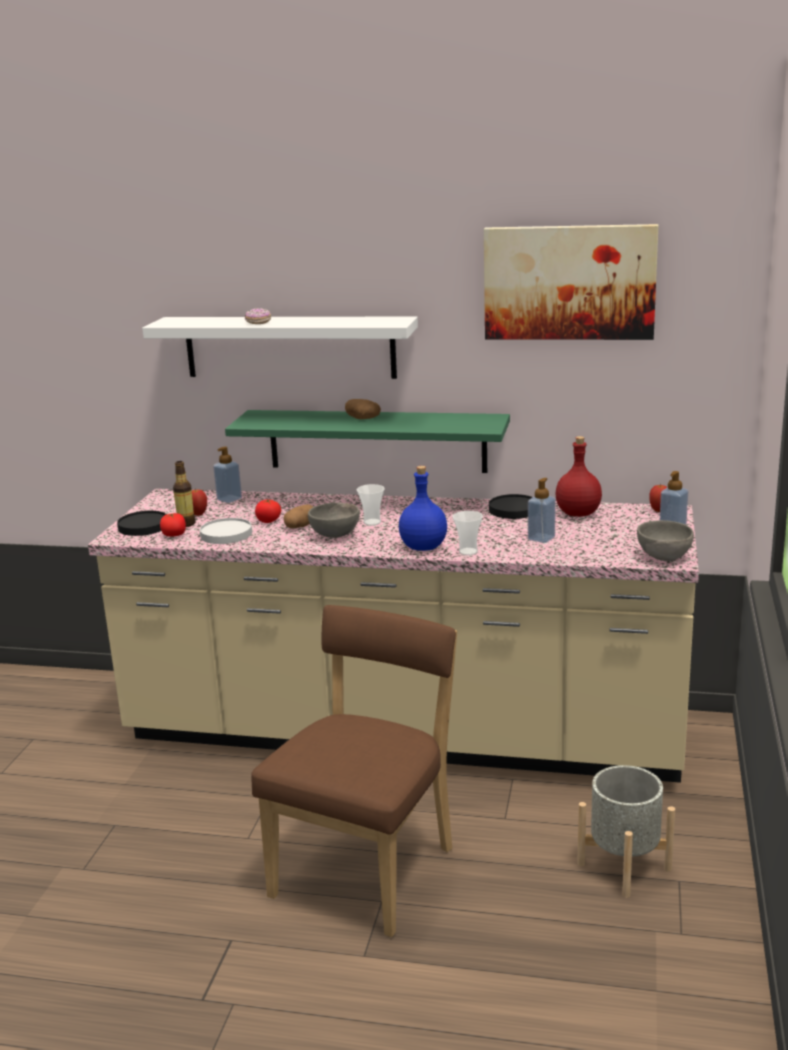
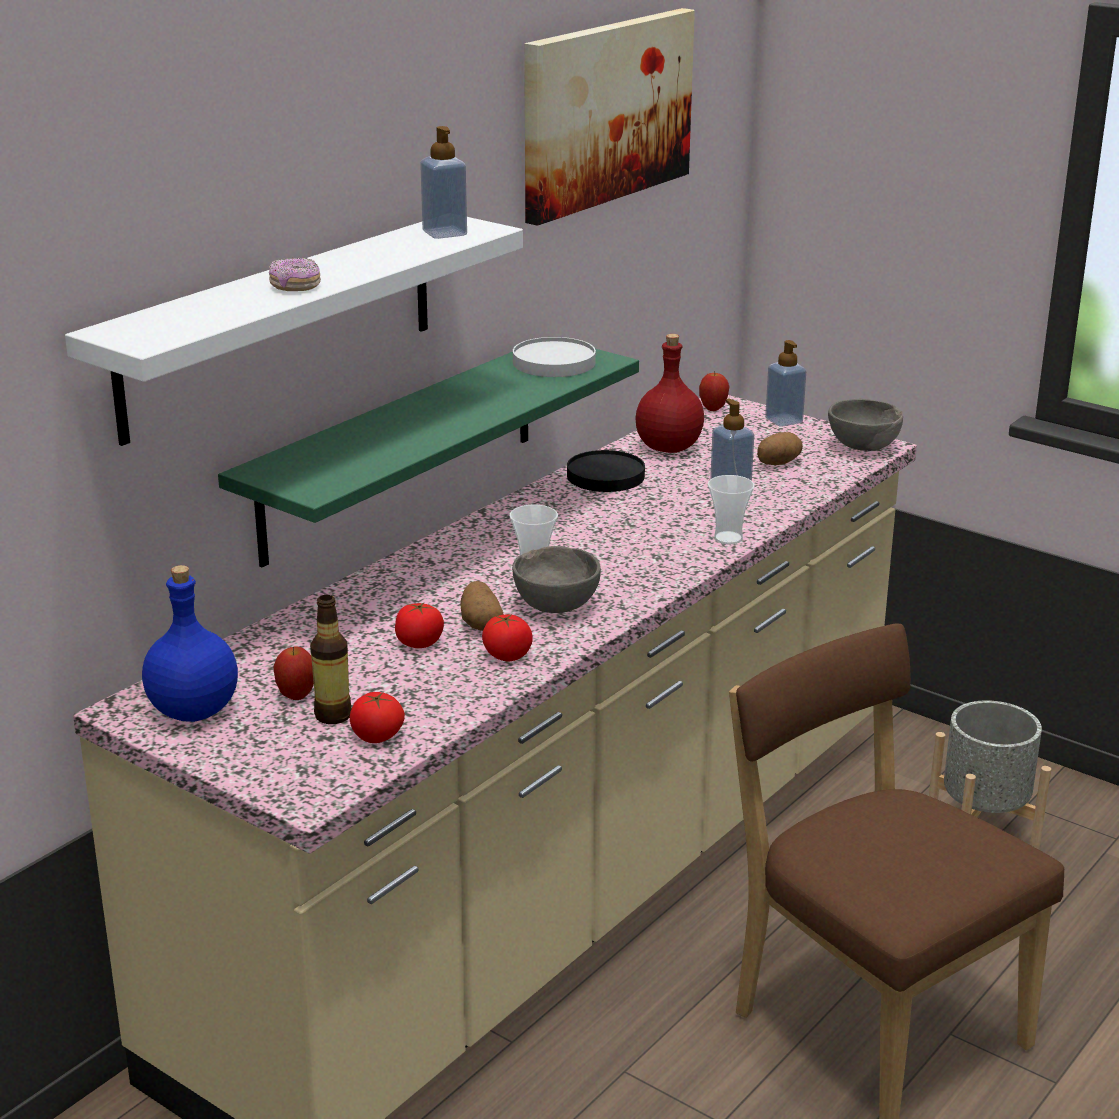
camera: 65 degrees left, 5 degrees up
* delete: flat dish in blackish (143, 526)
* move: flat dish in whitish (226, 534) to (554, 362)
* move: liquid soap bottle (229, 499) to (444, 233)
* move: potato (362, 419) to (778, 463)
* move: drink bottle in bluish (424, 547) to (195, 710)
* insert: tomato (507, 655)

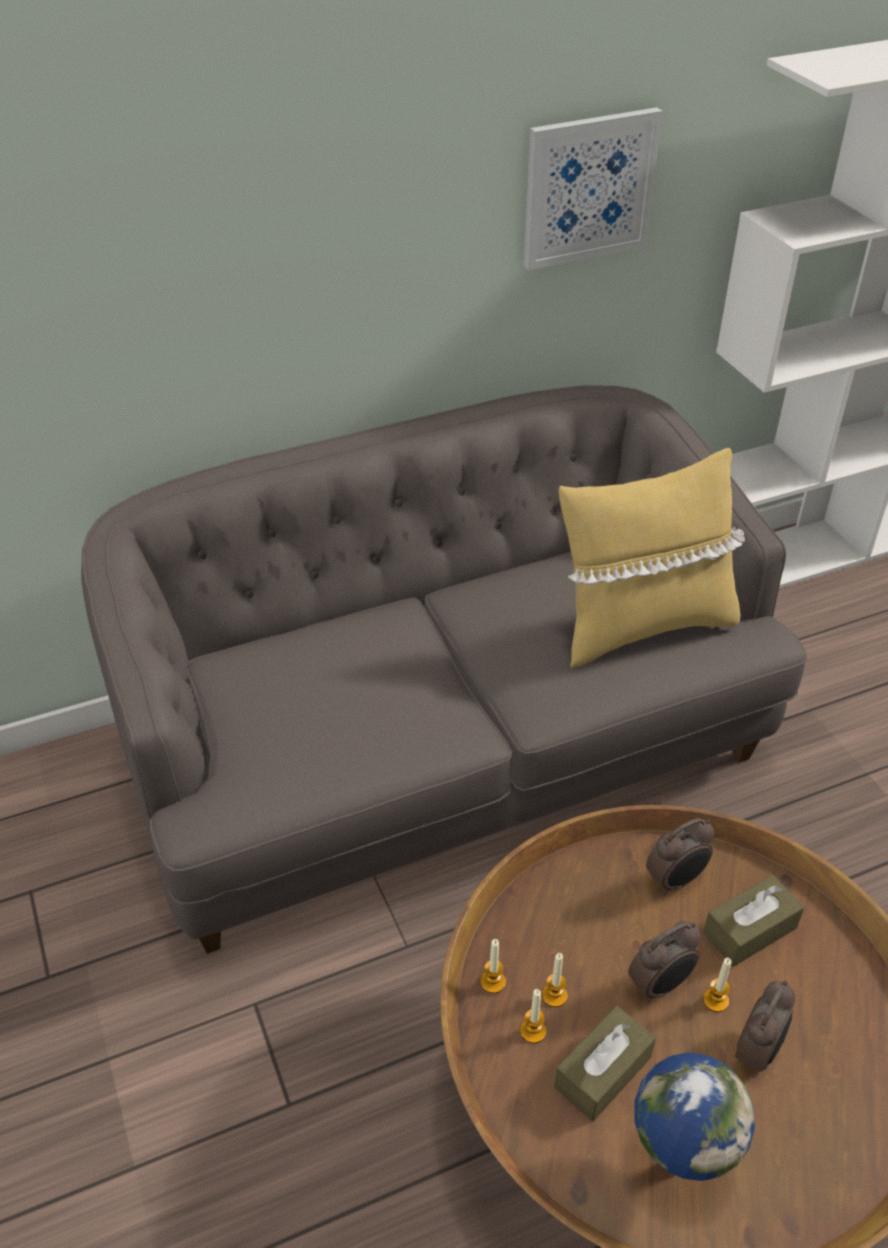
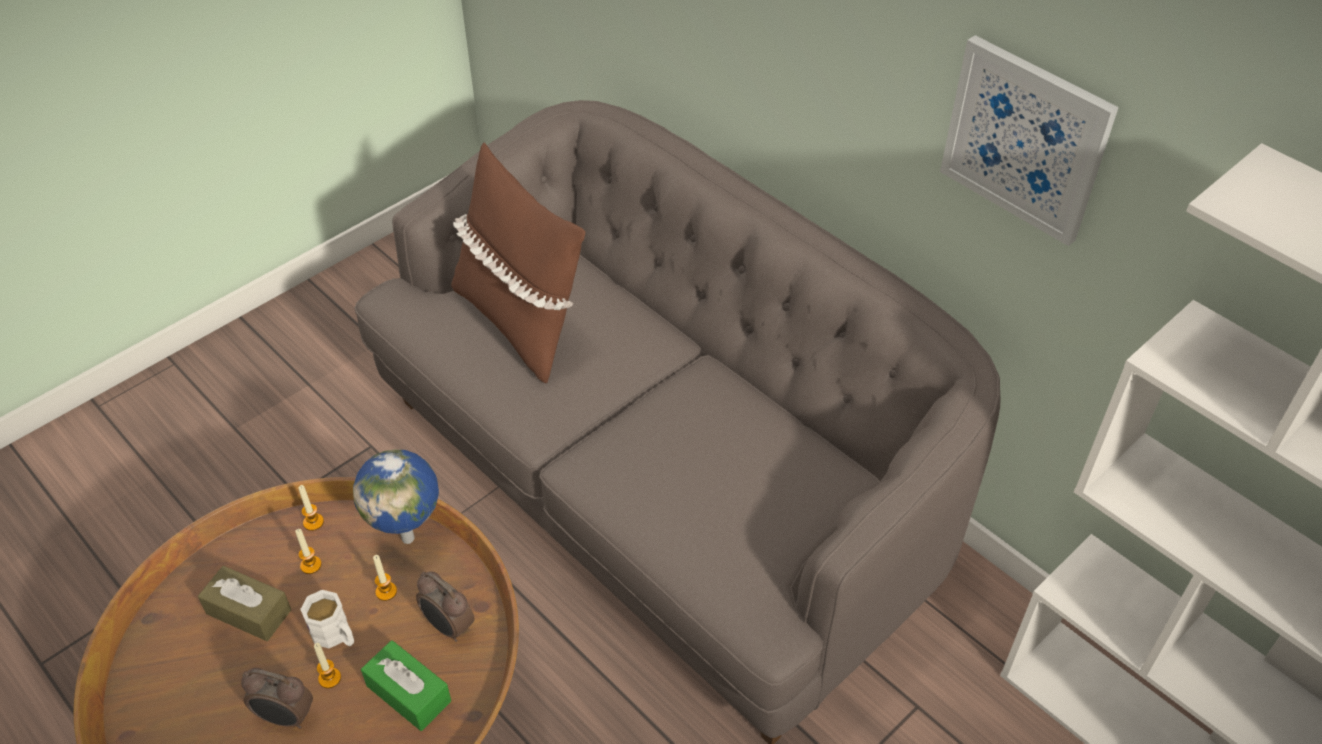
camera: 70 degrees right, 5 degrees up
* move: wax light (533, 1031) to (386, 591)
* delete: pillow in yellowish (642, 627)
* replace: bedside clock (660, 985) to coffee mug in whitish (336, 635)
* move: desk globe (677, 1161) to (409, 537)
* recolor: box of tissues in brownish (749, 930) to box of tissues in greenish (408, 693)
* insert: pillow in brownish (520, 322)

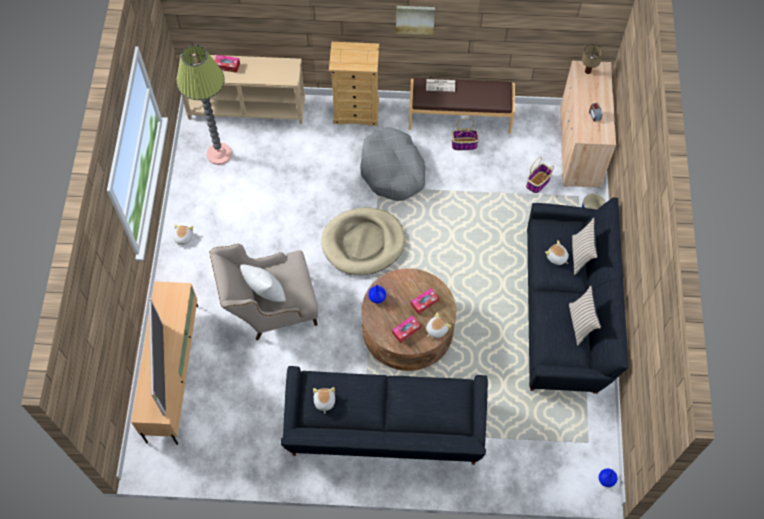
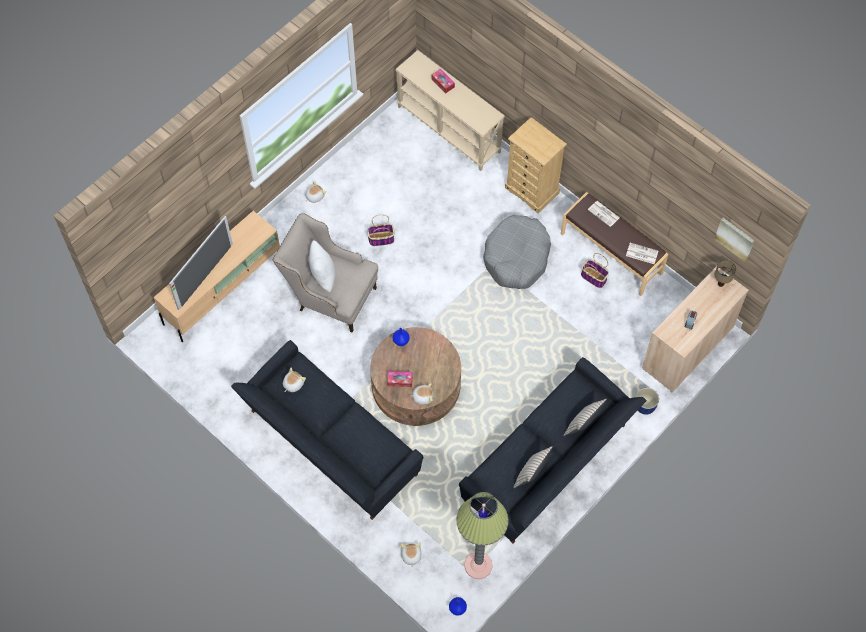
camera: 40 degrees right, 0 degrees up
* move: floor lamp (219, 154) to (478, 565)
* delete: dog bed in beige-coloured (363, 243)
* move: wall art (415, 19) to (735, 238)
* delete: box of tissues (424, 303)
* move: basket (538, 183) to (381, 239)
* move: plush toy (556, 257) to (411, 556)
* insert: newspaper (641, 253)

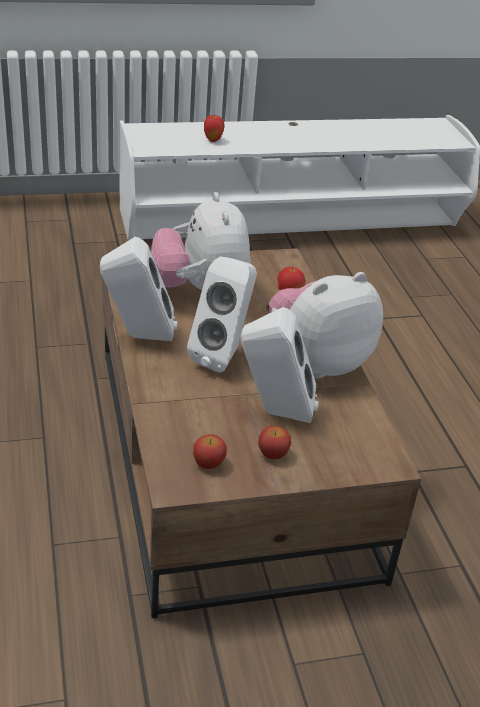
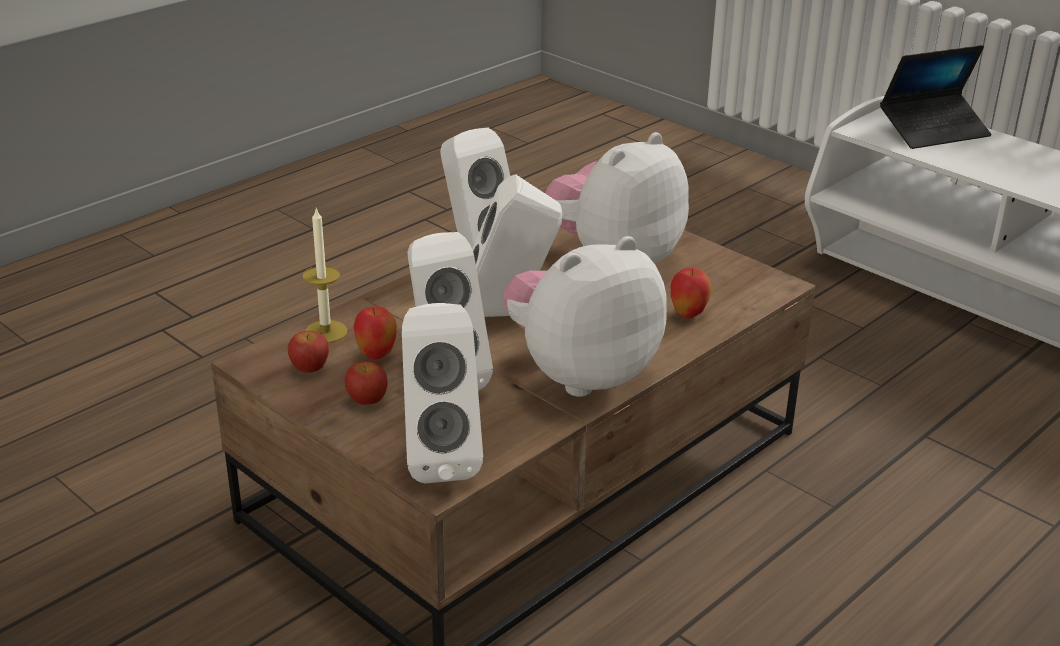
camera: 60 degrees right, 5 degrees down
* move: apple fruit (213, 140) to (376, 355)
* rotate: plush toy (317, 361) = (580, 374) 60 degrees counterclockwise
* insert: wax light (325, 332)
* insert: loudspeaker in whitish (440, 457)
* insert: notebook computer (933, 131)

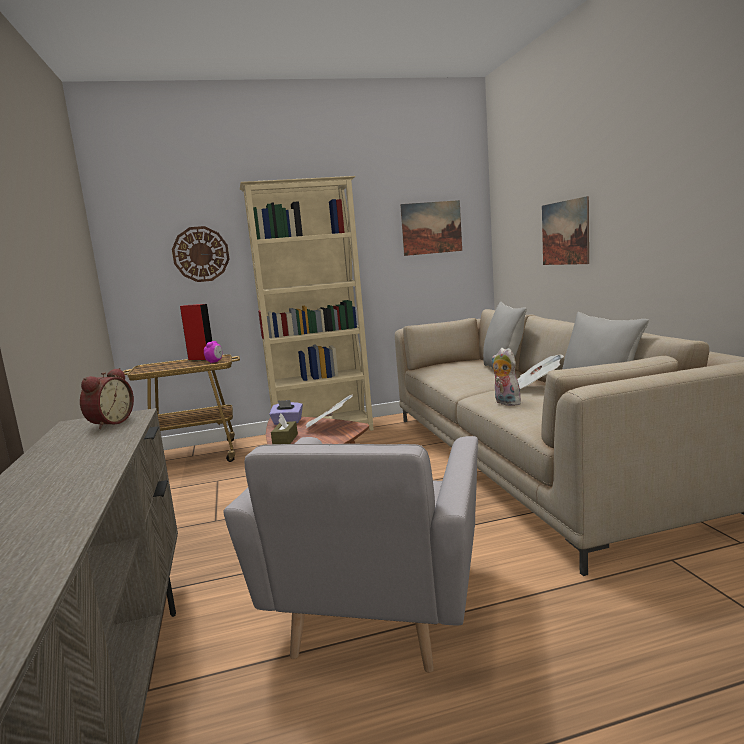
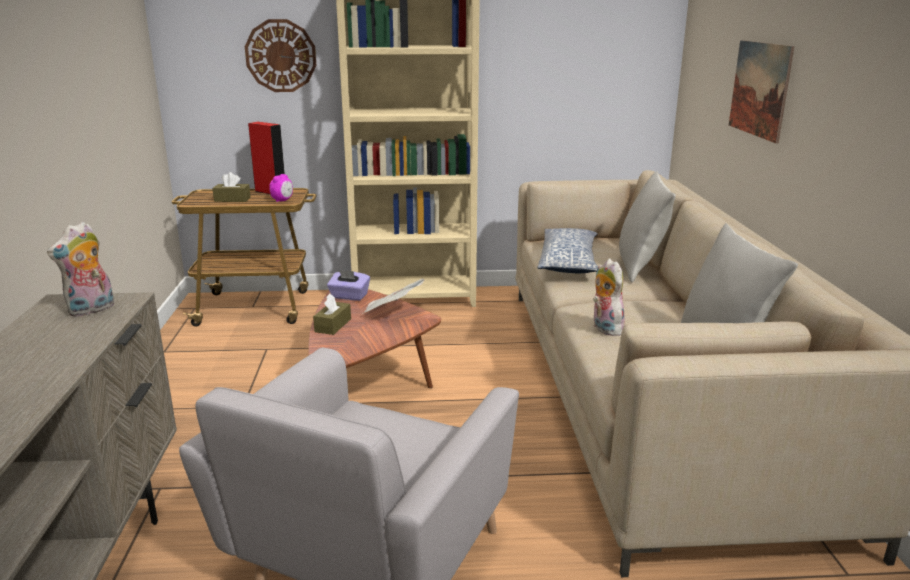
camera: 10 degrees right, 10 degrees up
* replace: bedside clock (109, 423) to plush toy (91, 310)
* delete: wall art (431, 228)
* delete: newspaper (533, 387)
* insert: box of tissues in brownish (232, 199)
* insert: pillow (569, 262)

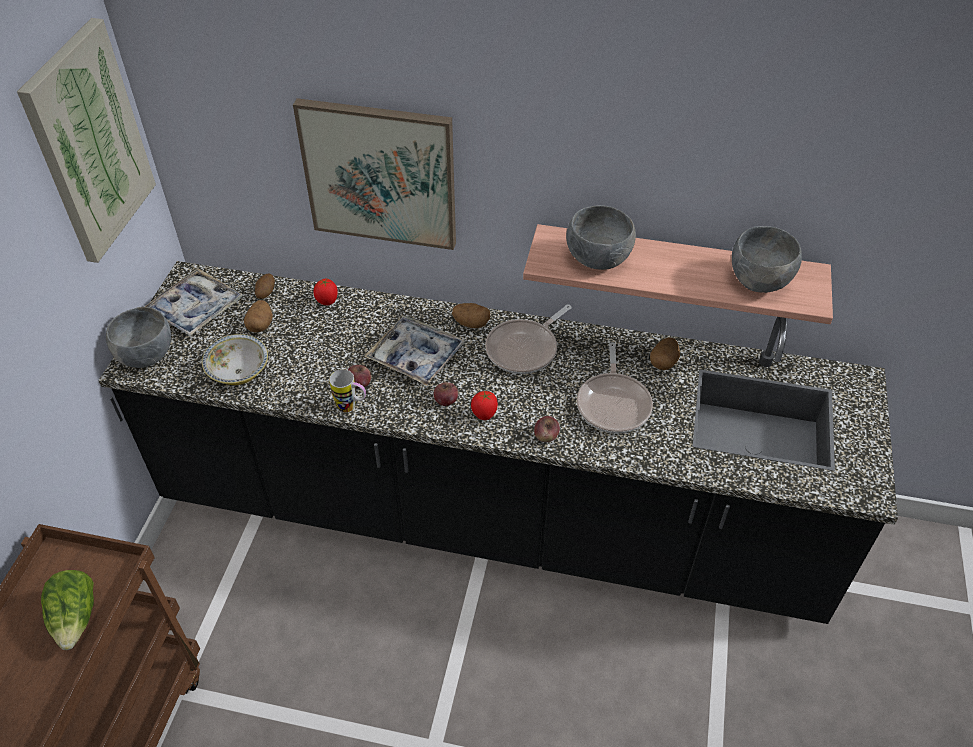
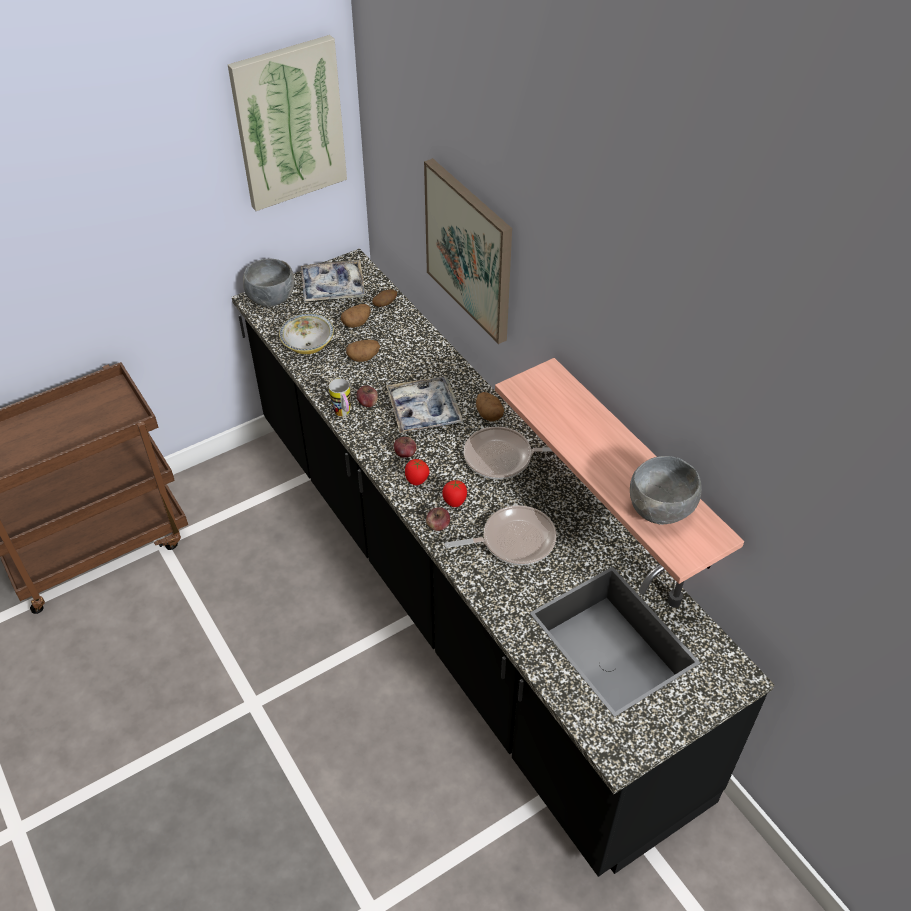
camera: 45 degrees right, 0 degrees up
* delete: head of lettuce (76, 618)
* move: tomato (327, 302) to (455, 502)
* delete: deep dish in gray (597, 259)
* rotate: frying pan (613, 404) = (513, 540) 150 degrees counterclockwise
* move: potato (663, 362) to (363, 357)

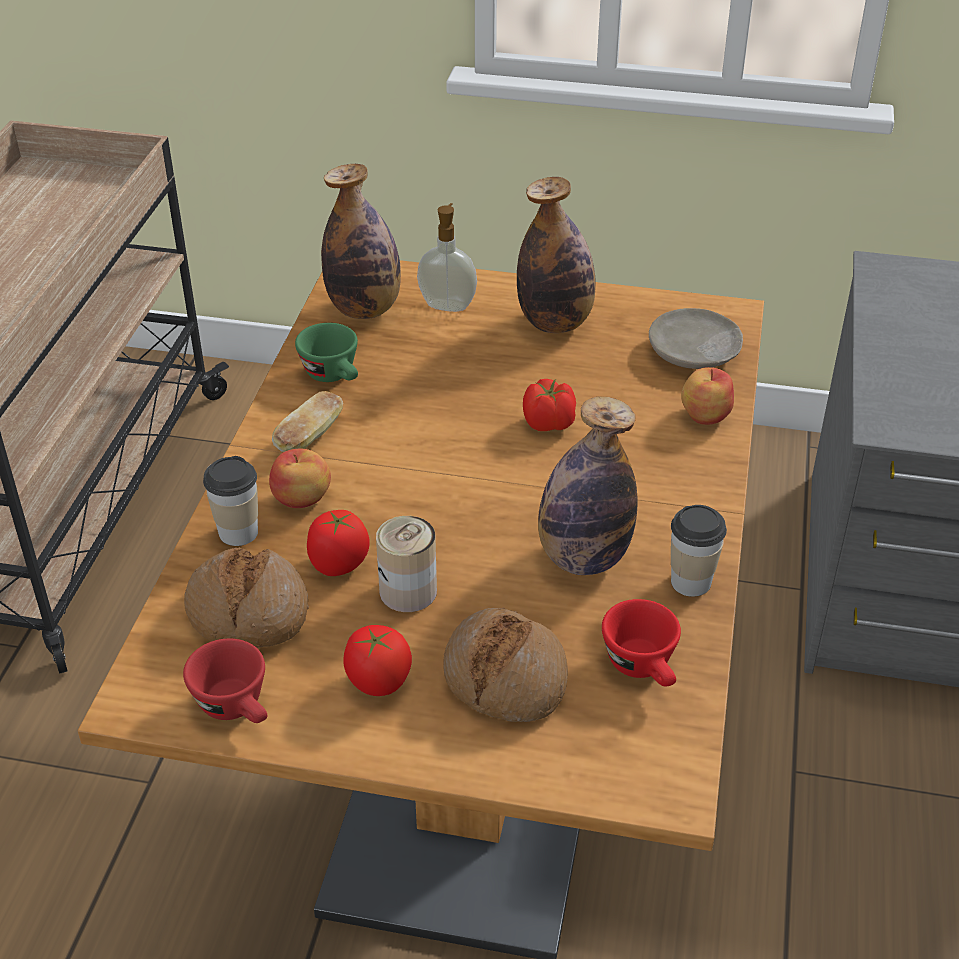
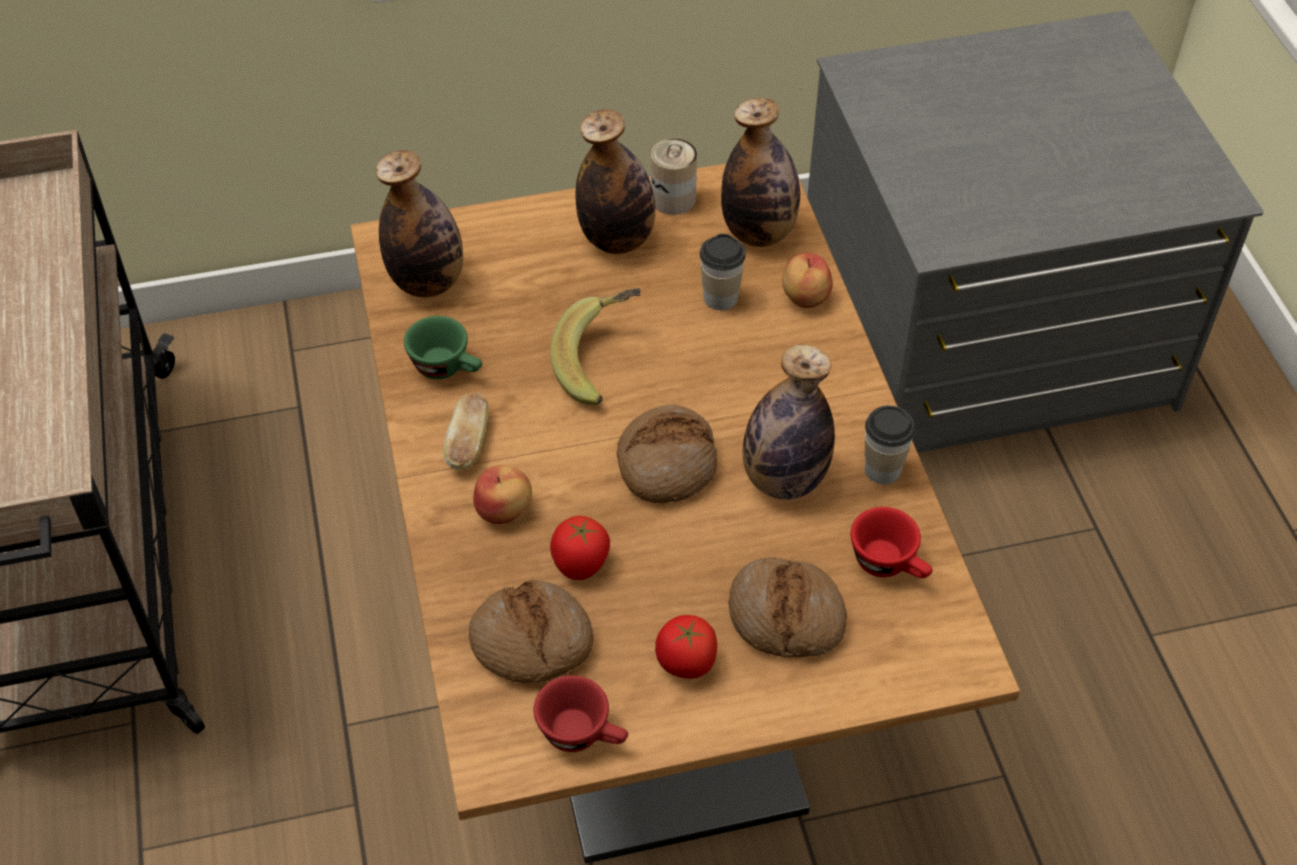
camera: 25 degrees left, 10 degrees up
* move: small cup (238, 532) to (720, 298)
* move: can (408, 591) to (673, 199)
* delete: liquid soap bottle (448, 305)
* delete: tomato (549, 424)
* replace: flat dish in beige-coloured (694, 353) to drink bottle (759, 232)
* insert: banana fruit (603, 362)
* insert: bakery bread (667, 463)

